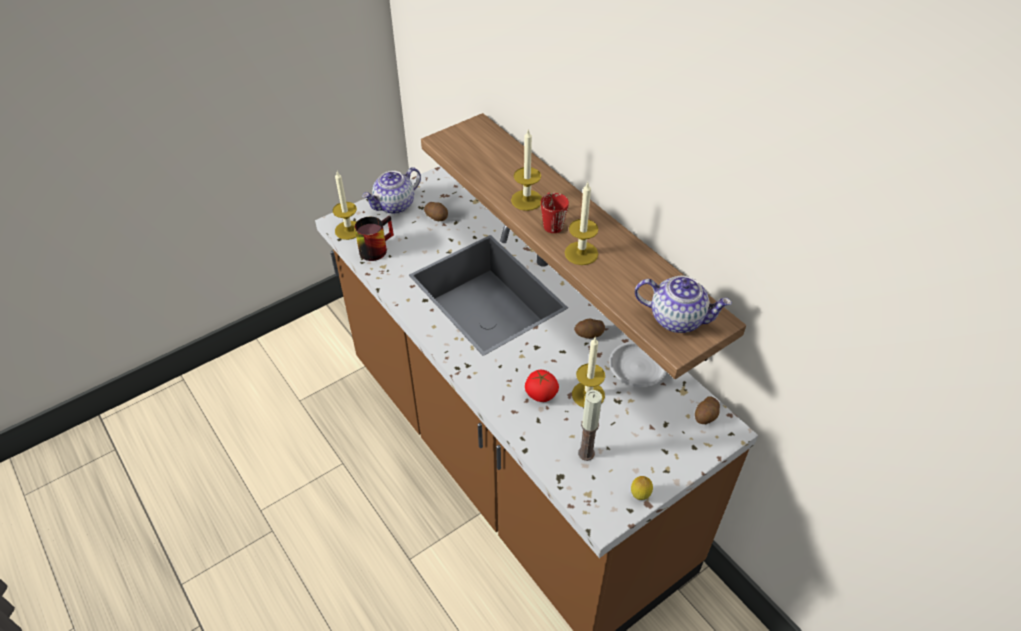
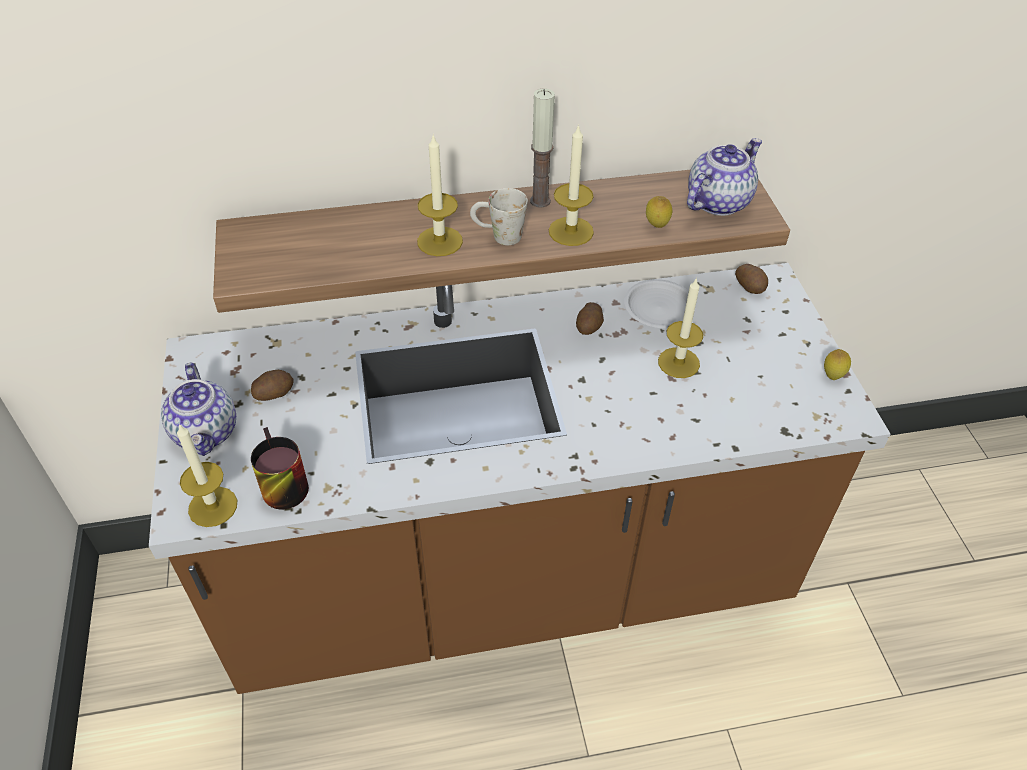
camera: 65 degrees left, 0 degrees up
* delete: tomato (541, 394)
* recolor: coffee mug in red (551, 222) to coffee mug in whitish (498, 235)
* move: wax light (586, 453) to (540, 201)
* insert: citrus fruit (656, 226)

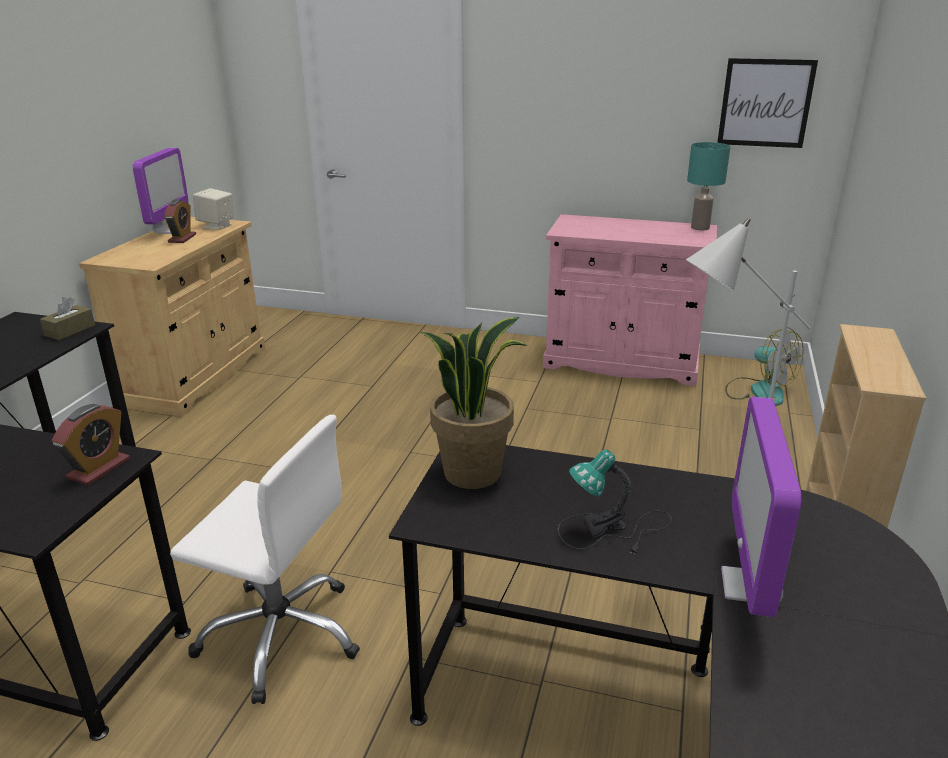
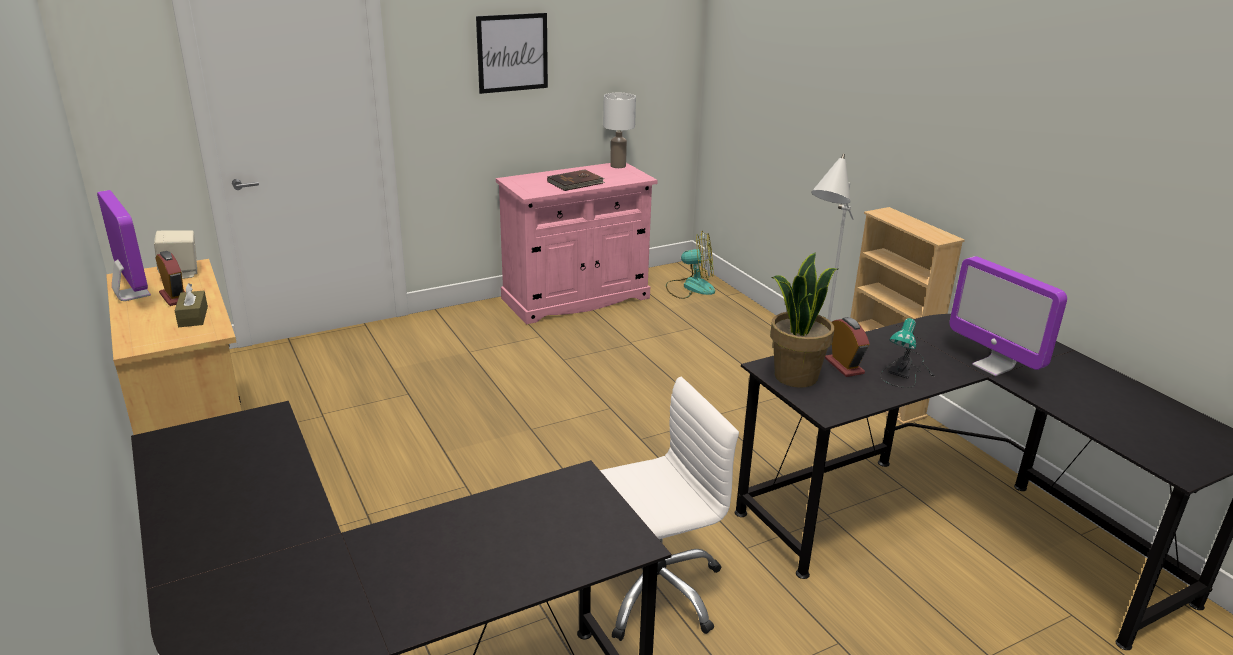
camera: 45 degrees left, 0 degrees up
* move: box of tissues in brownish (70, 330) to (193, 317)
* move: bedside clock (99, 469) to (844, 366)
* recolor: table lamp in blue-green (699, 228) to table lamp in whitish (617, 166)
* move: wall art (765, 103) to (512, 52)
* insert: book in brownish (576, 183)

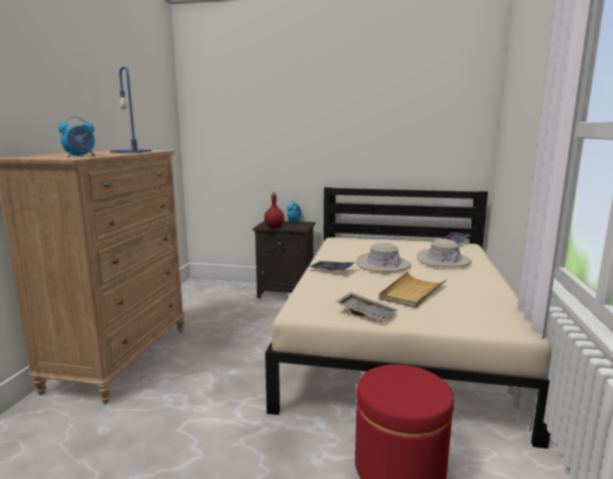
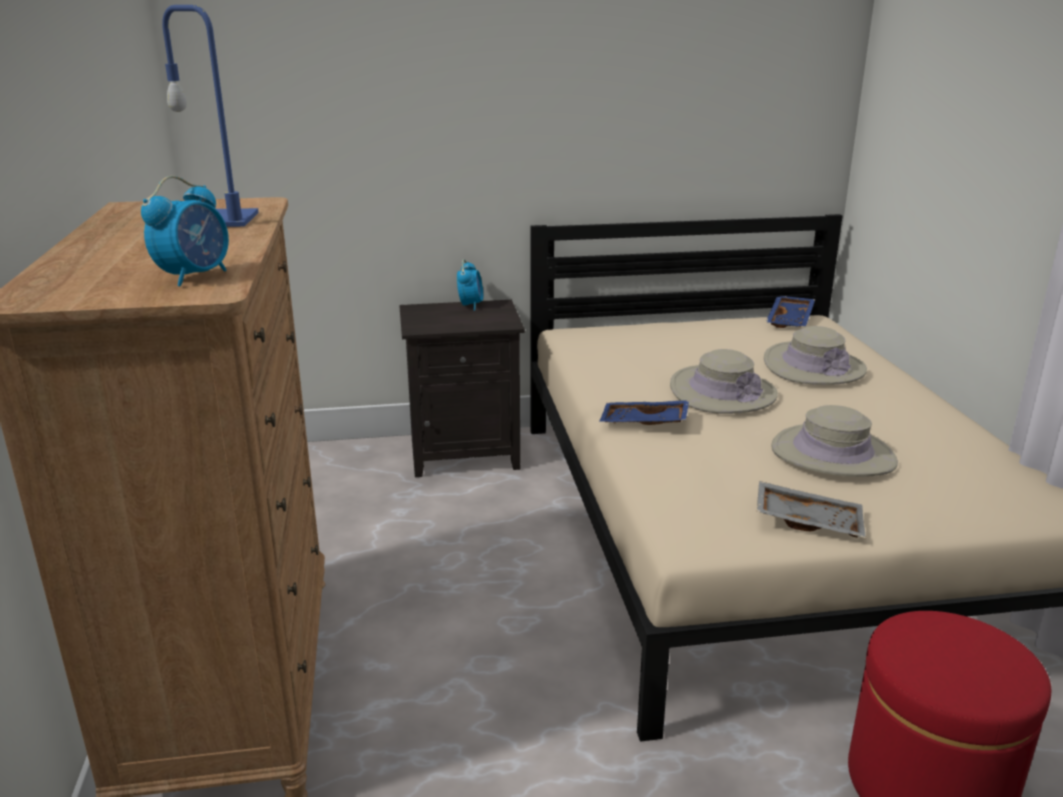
camera: 20 degrees left, 10 degrees up
* delete: drink bottle in red (274, 227)
* replace: carrying tray in beige-coloured (412, 292) to hat in beige-coloured (832, 454)

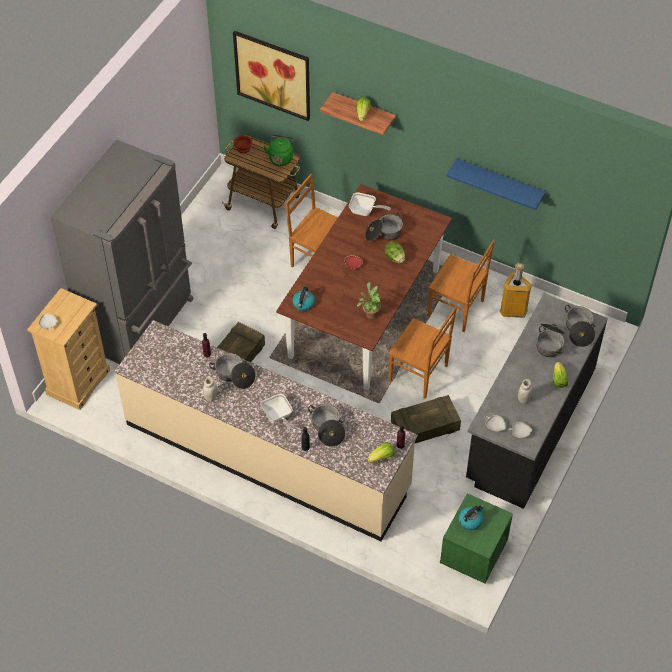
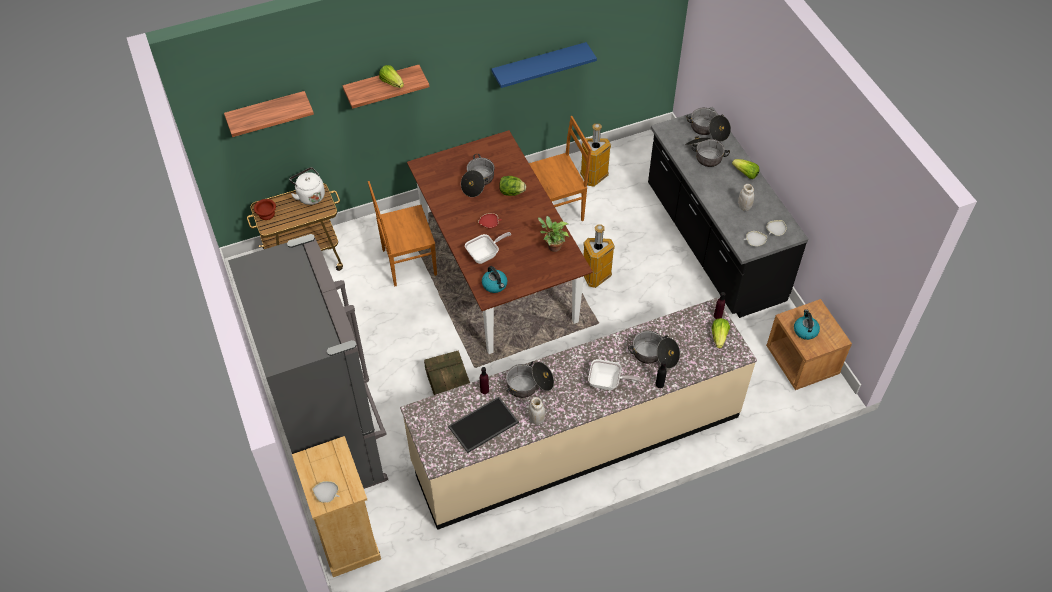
camera: 50 degrees left, 0 degrees up
* replace: wall art (273, 75) to shelf (267, 112)
* recolor: kettle in greenish (281, 157) to kettle in whitish (310, 195)
* move: frying pan (365, 211) to (485, 254)
* replace: plain chair in brownish (419, 374) to waste bin (596, 277)
* delete: shipping crate (424, 427)
* recolor: nightstand in greenish (473, 553) to nightstand in brownish (802, 362)
* insert: carrying tray (483, 426)

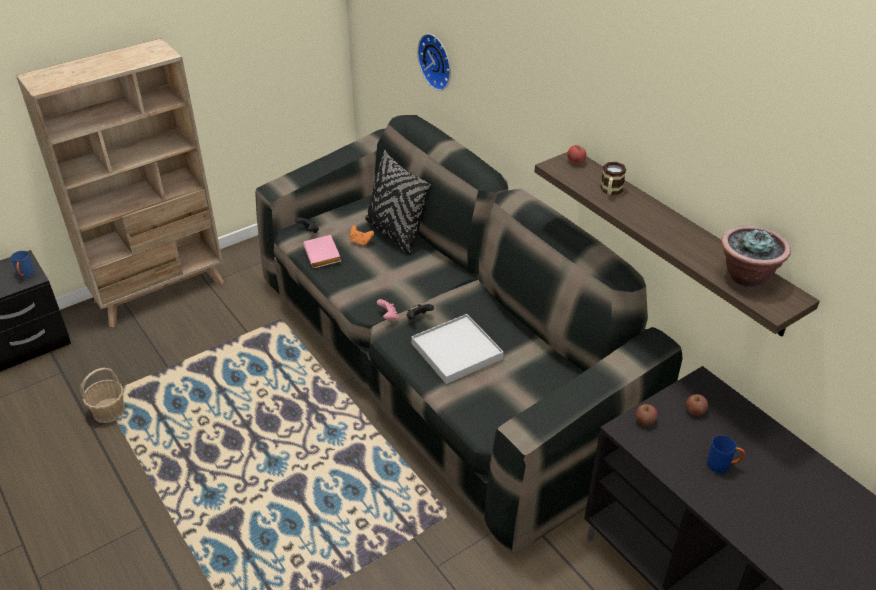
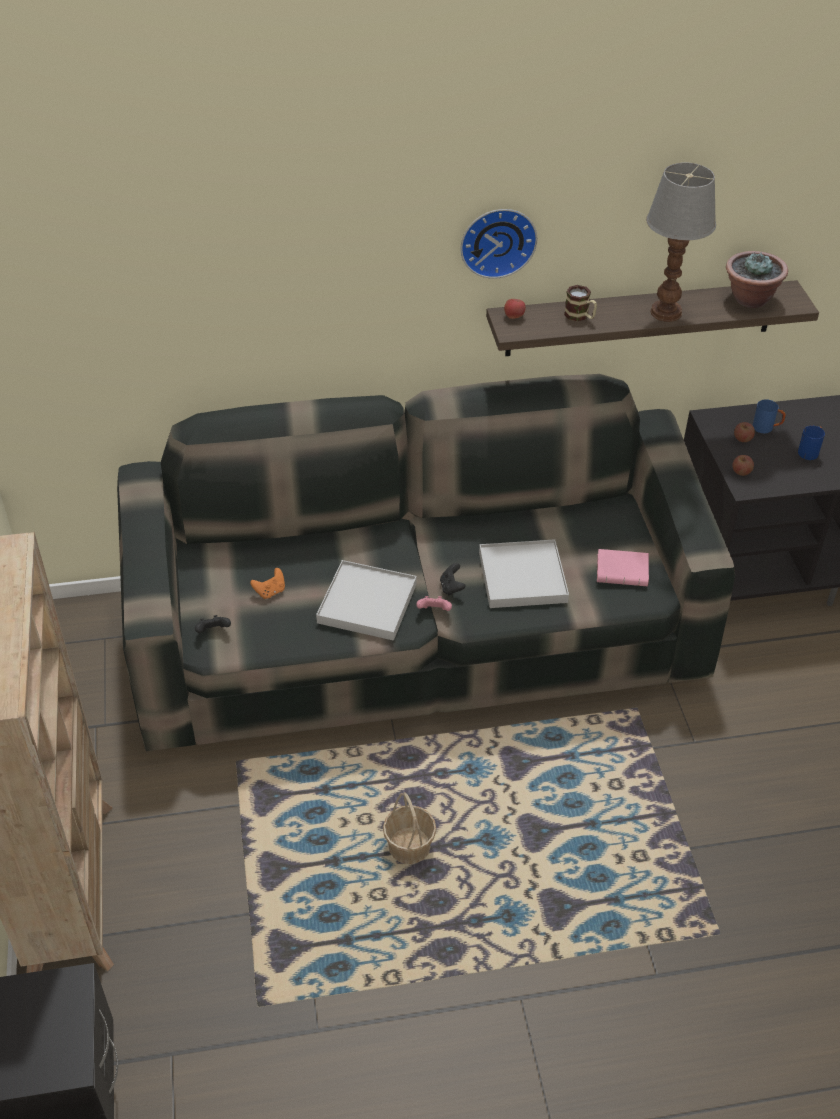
camera: 65 degrees left, 5 degrees up
* move: coffee mug in bluish (25, 275) to (766, 428)
* move: basket (109, 411) to (409, 846)
* move: book in pink (324, 255) to (623, 571)
* delete: pillow in blackish (395, 233)
* move: clock on the wall (437, 61) to (497, 240)
* insert: carrying tray in whitish (367, 603)
* insert: table lamp (665, 313)

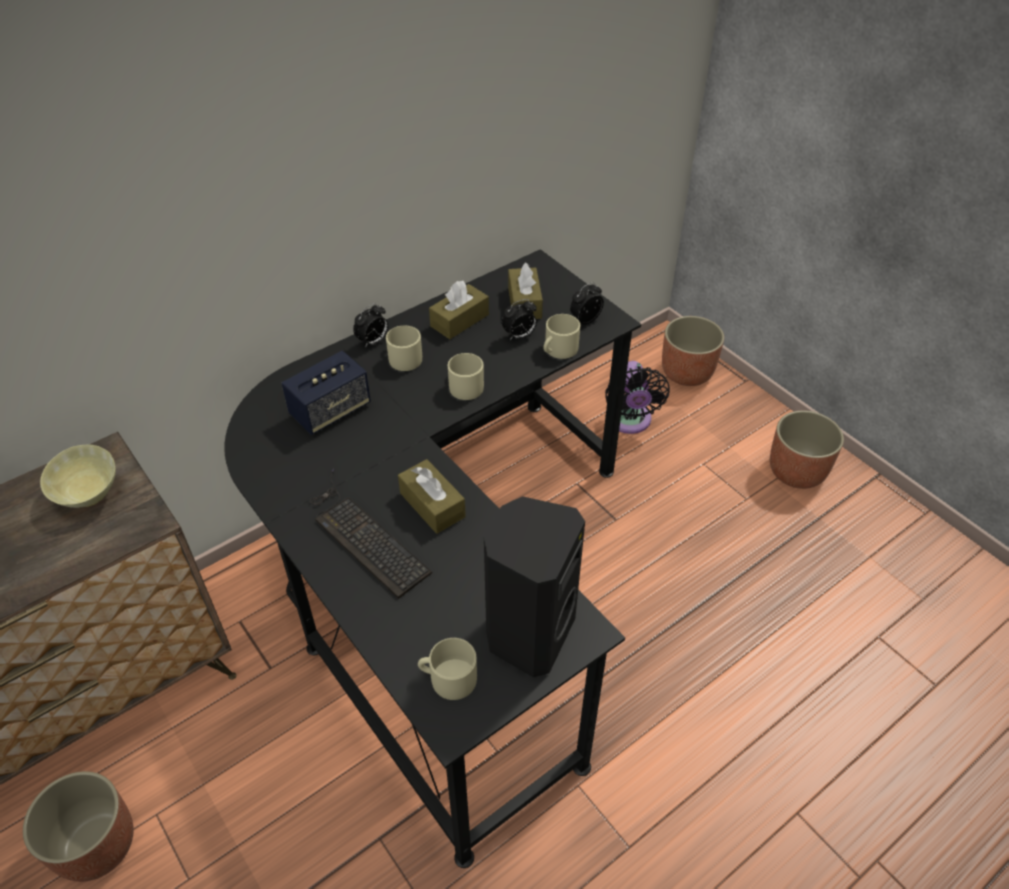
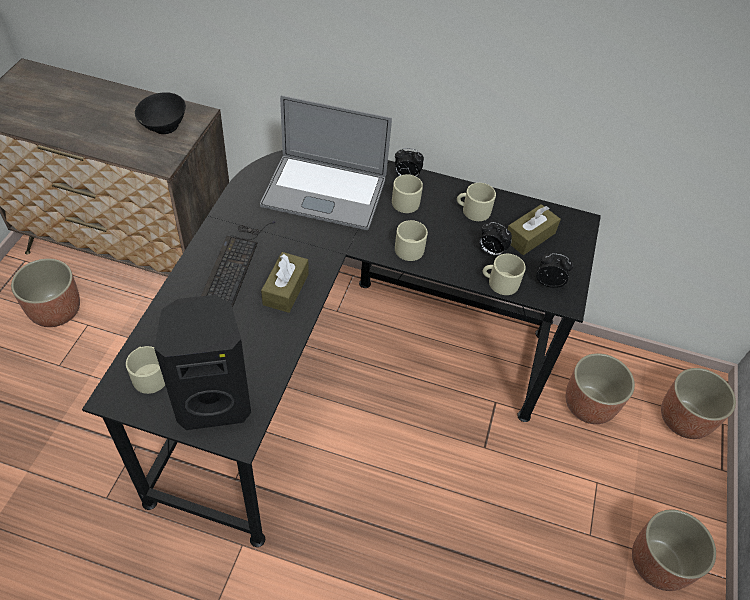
camera: 50 degrees right, 5 degrees up
* recolor: deep dish in beige-coloured (88, 495) to deep dish in blackish (163, 127)
* replace: loudspeaker (330, 410) to notebook computer (324, 192)
* replace: box of tissues in brownish (459, 320) to coffee mug in beige-coloured (472, 210)
* replace: electric fan in blackish (629, 421) to planter (589, 404)

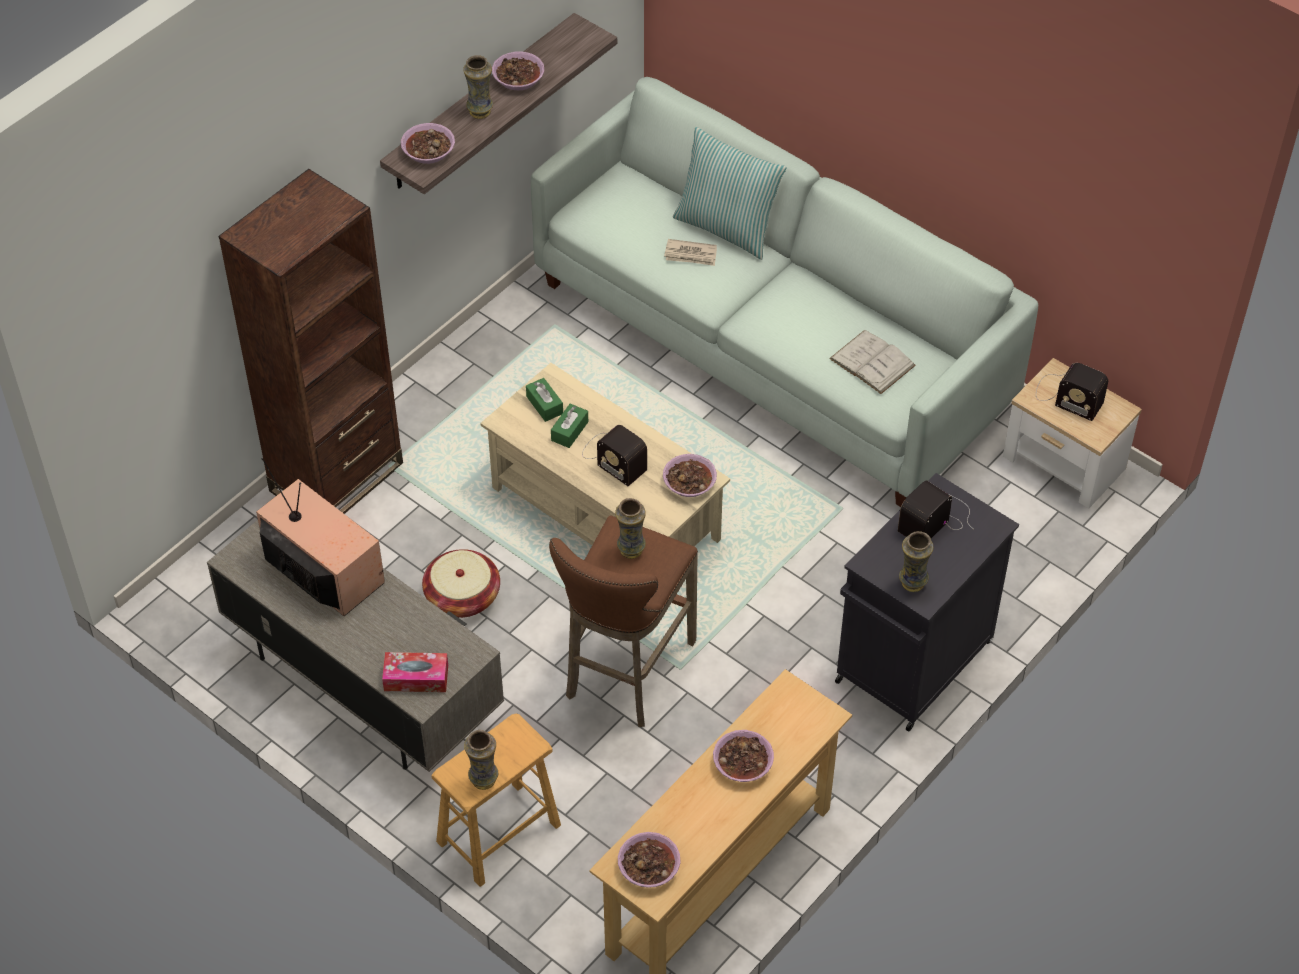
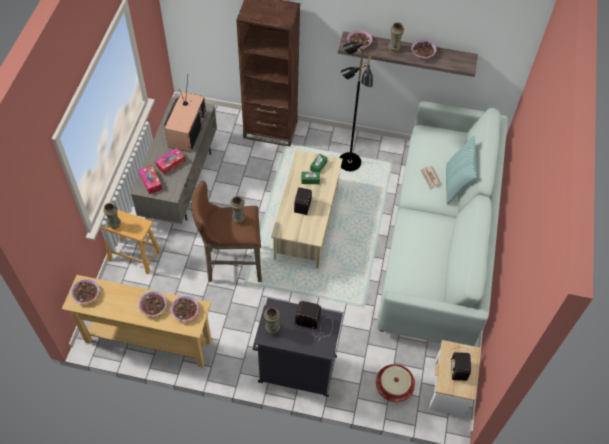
camera: 60 degrees right, 5 degrees up
* move: basket (462, 596) to (393, 387)
* move: deep dish (689, 483) to (185, 311)
* delete: book in whitish (872, 362)
* insert: box of tissues (171, 164)
* insert: floor lamp in blackish (348, 163)

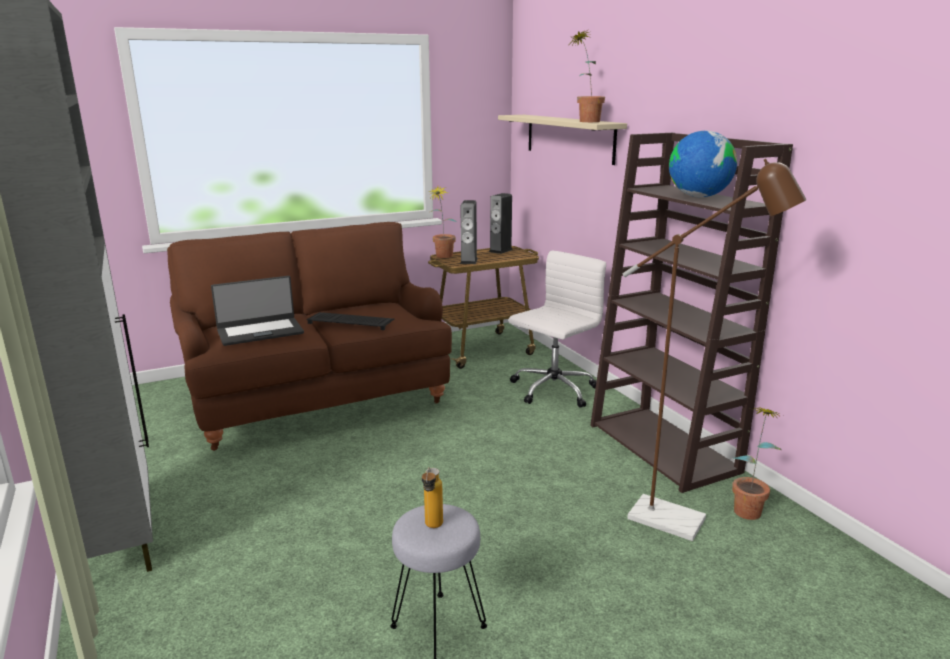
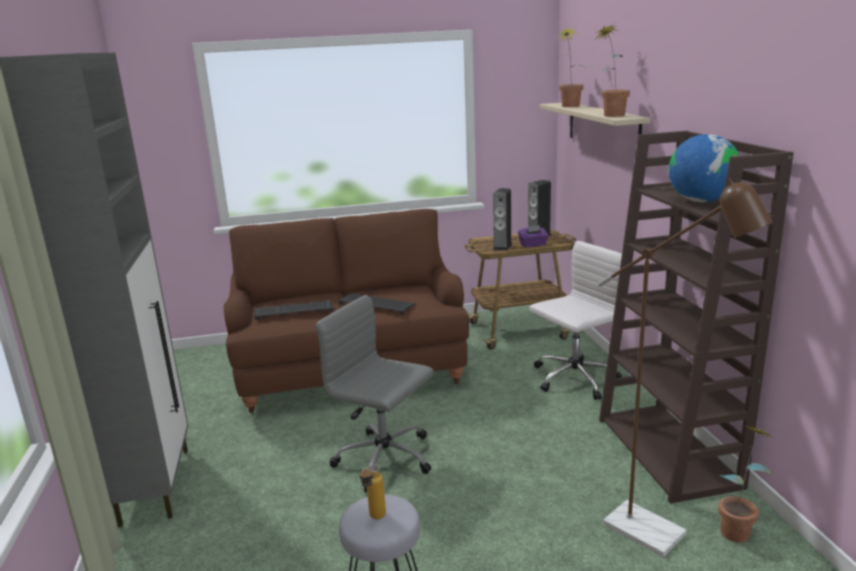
camera: 15 degrees right, 0 degrees up
* replace: notebook computer (260, 332) to keyboard (295, 310)
* move: potted plant (442, 257) to (568, 106)
* insert: desk chair in gray (386, 460)
* insert: box of tissues in purple-coloured (533, 245)

